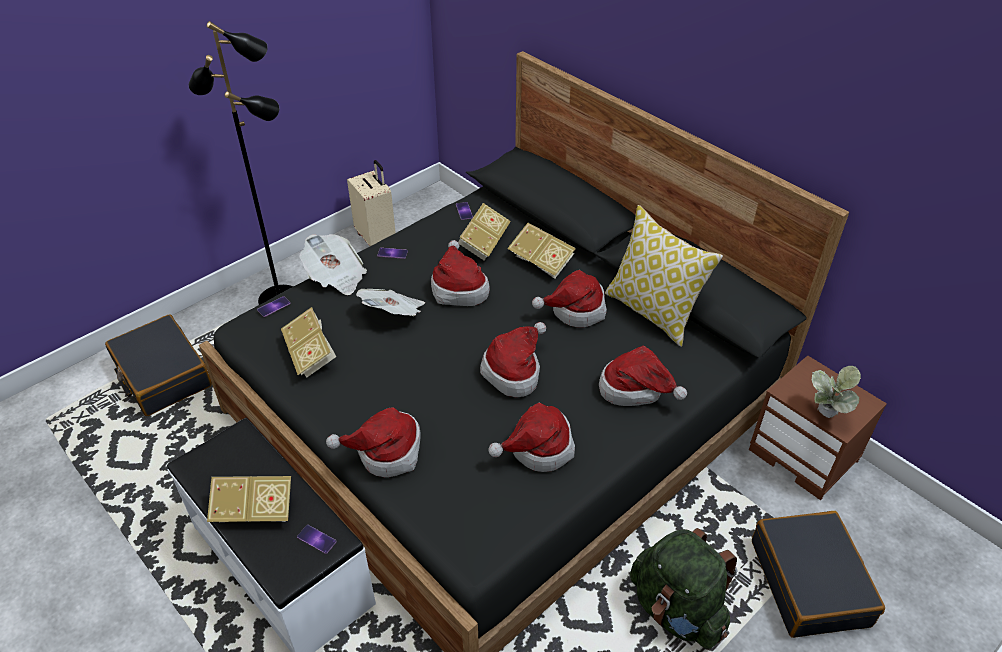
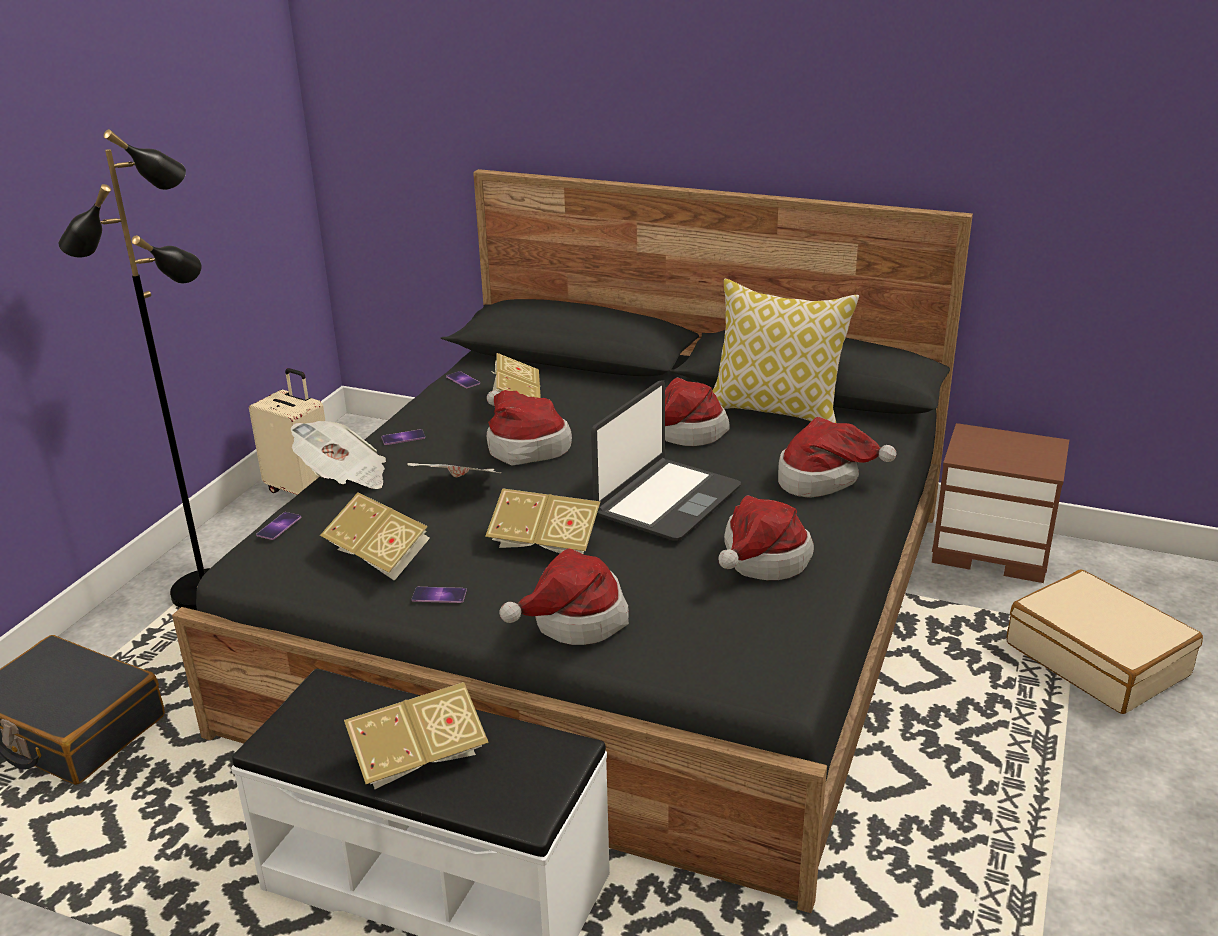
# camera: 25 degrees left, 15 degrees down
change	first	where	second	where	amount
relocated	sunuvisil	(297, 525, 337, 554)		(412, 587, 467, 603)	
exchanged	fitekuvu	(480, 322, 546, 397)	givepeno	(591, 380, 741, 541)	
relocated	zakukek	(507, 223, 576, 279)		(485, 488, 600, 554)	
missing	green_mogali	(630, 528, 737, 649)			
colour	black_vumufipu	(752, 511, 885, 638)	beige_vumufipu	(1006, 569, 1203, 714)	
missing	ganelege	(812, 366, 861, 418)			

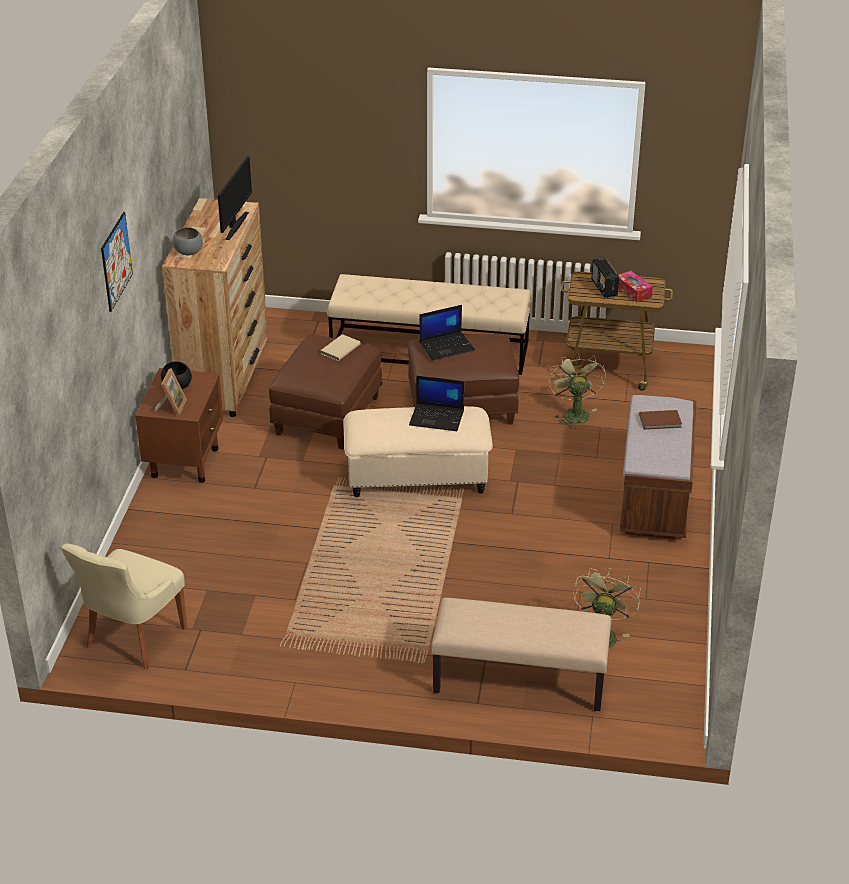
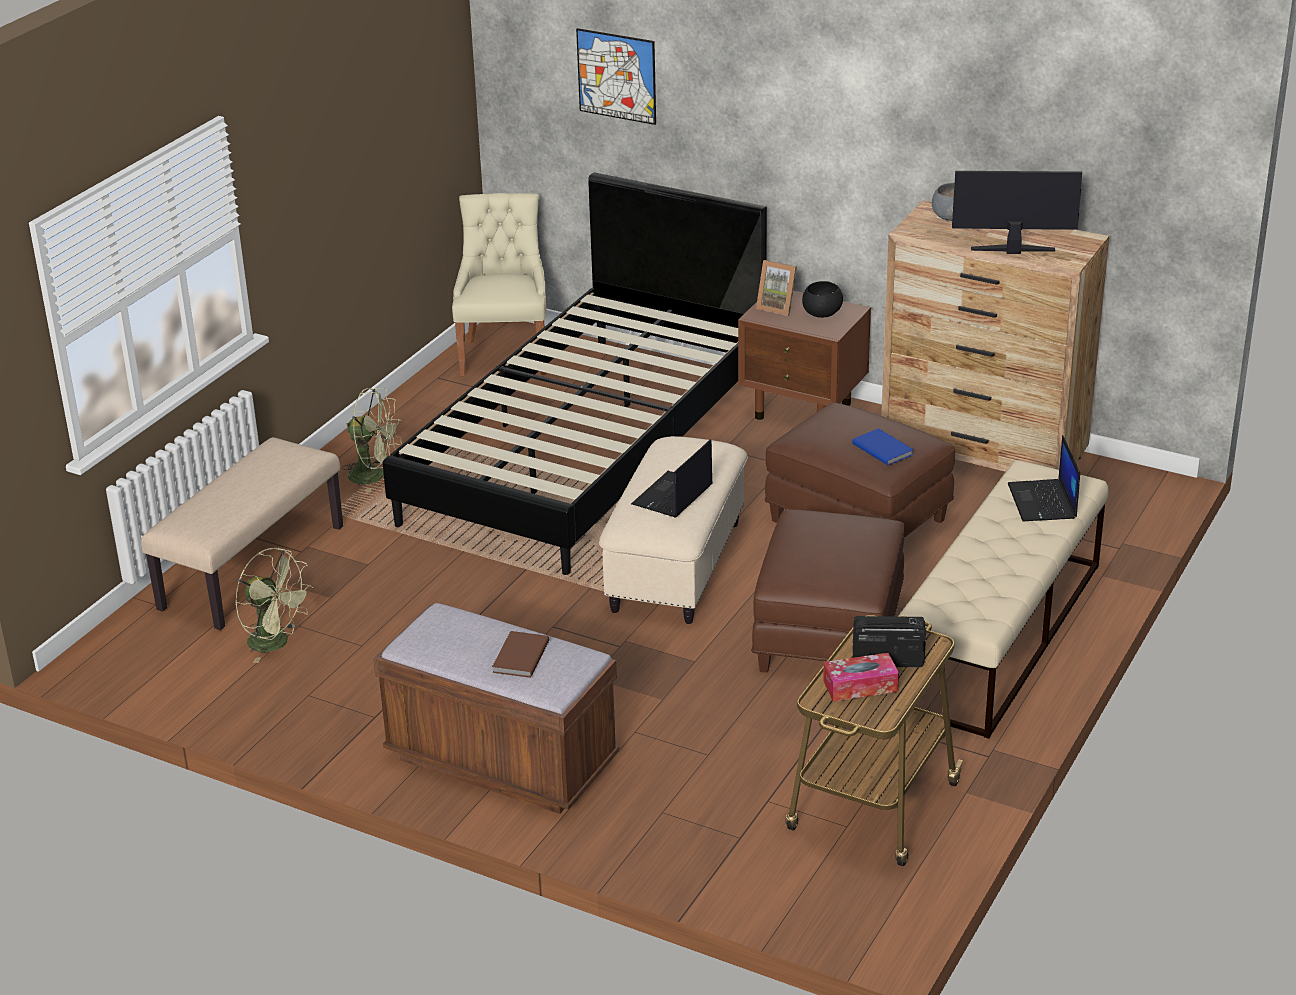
# camera: 110 degrees right, 5 degrees down
change	first	where	second	where	amount
spun	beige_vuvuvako	(61, 543, 187, 670)		(452, 193, 546, 376)	45 degrees clockwise
relocated	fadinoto	(101, 212, 133, 312)		(576, 28, 656, 125)	
spun	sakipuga	(218, 156, 252, 240)		(952, 171, 1082, 254)	150 degrees clockwise
colour	beige_zakukek	(320, 334, 361, 361)	blue_zakukek	(852, 428, 914, 466)	
relocated	givepeno	(419, 305, 475, 360)		(1008, 435, 1080, 522)	
relocated	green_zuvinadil	(549, 352, 606, 429)		(342, 388, 402, 493)	
appeared			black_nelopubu	(383, 173, 767, 575)	

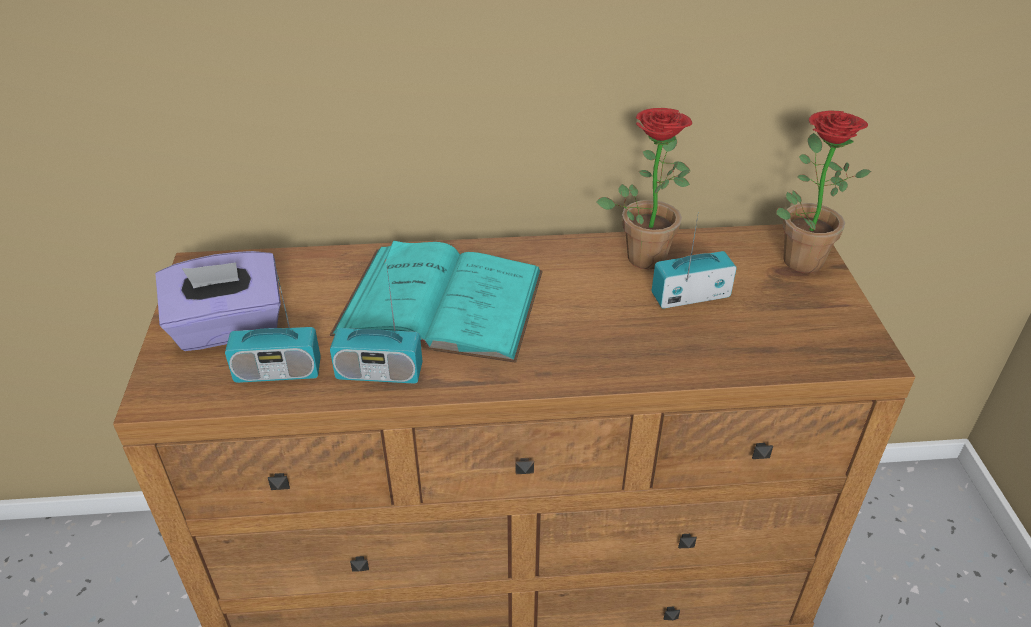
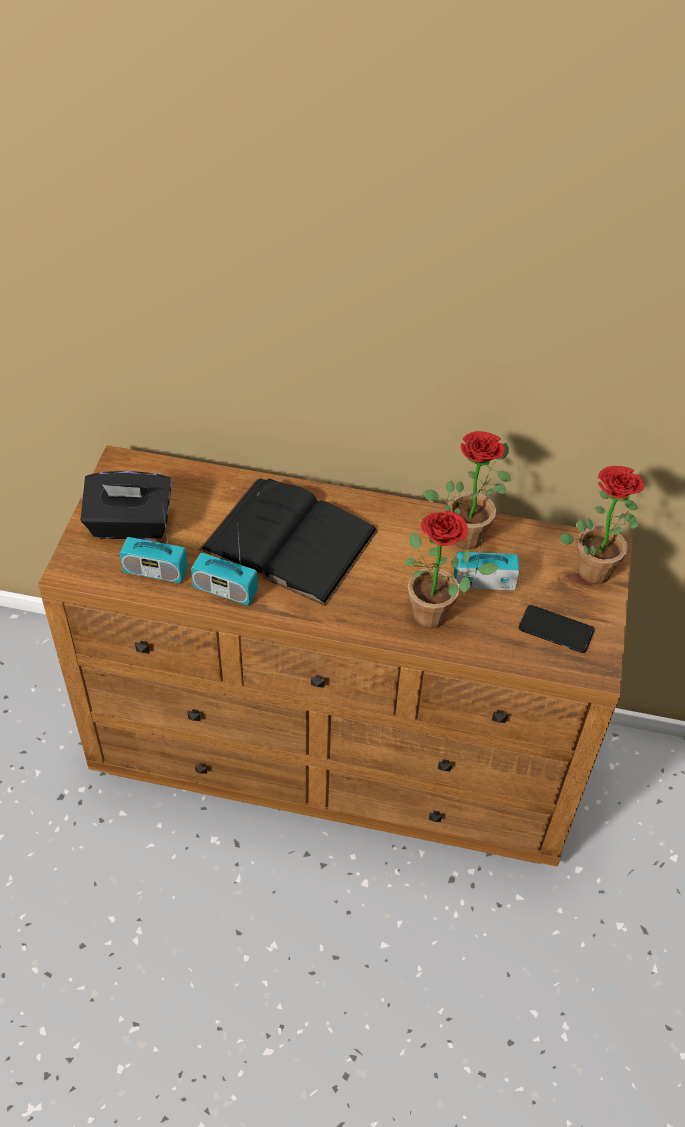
# camera: 15 degrees right, 10 degrees up
change	first	where	second	where	amount
colour	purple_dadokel	(155, 251, 281, 351)	black_dadokel	(81, 471, 172, 540)	
colour	turquoise_zakukek	(330, 240, 543, 363)	black_zakukek	(199, 478, 378, 606)	
appeared			ganelege	(405, 510, 499, 629)	
appeared			sunuvisil	(519, 605, 594, 653)	

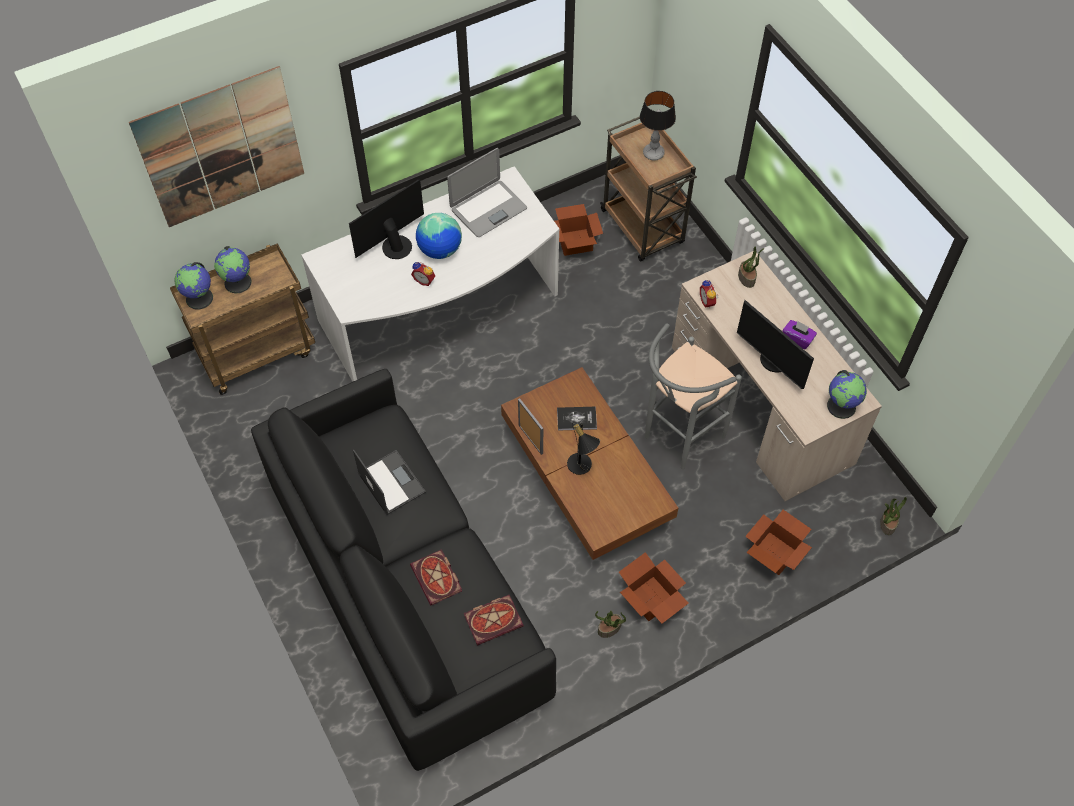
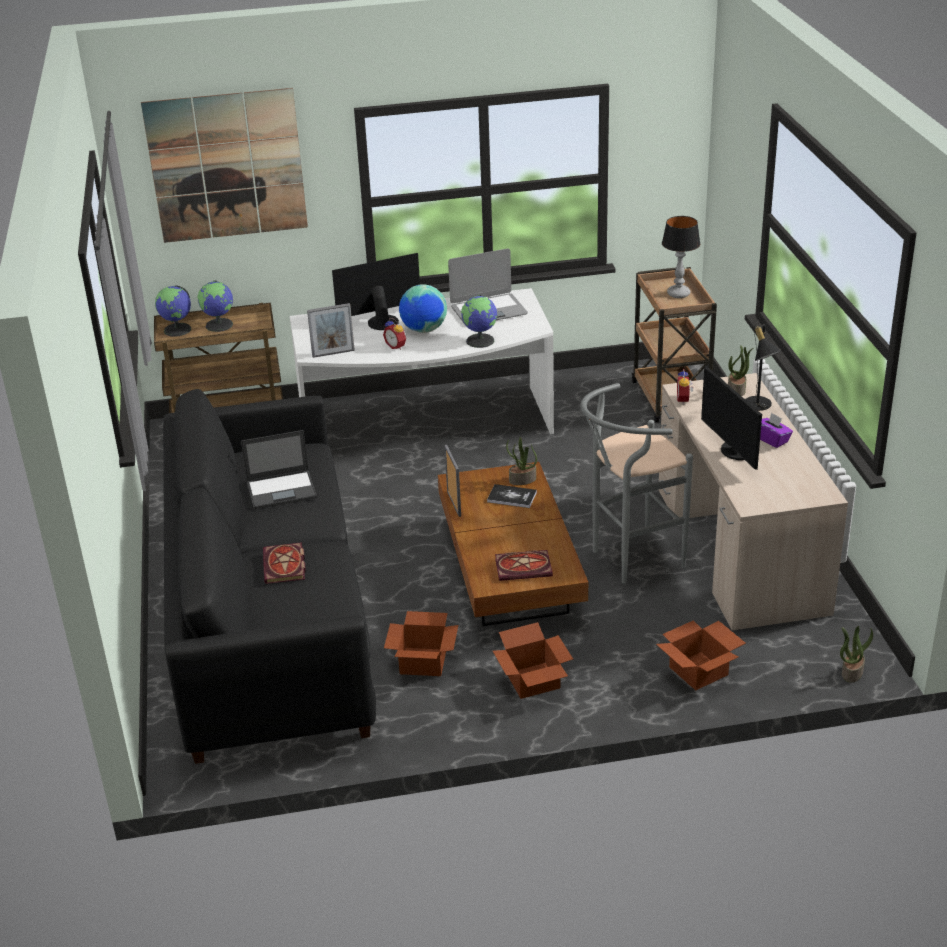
# camera: 20 degrees right, 25 degrees down
change	first	where	second	where	amount
spun	givepeno	(353, 449, 426, 515)		(241, 430, 317, 510)	90 degrees clockwise
relocated	zakukek	(464, 595, 524, 646)		(495, 550, 553, 581)	
relocated	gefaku	(554, 204, 603, 256)		(384, 611, 458, 676)	
relocated	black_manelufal	(567, 422, 600, 475)		(745, 325, 782, 411)	
relocated	ganelege	(595, 611, 626, 638)		(506, 437, 537, 485)	
relocated	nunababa	(827, 370, 867, 419)		(461, 295, 497, 348)	
appeared			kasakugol	(307, 303, 355, 358)	

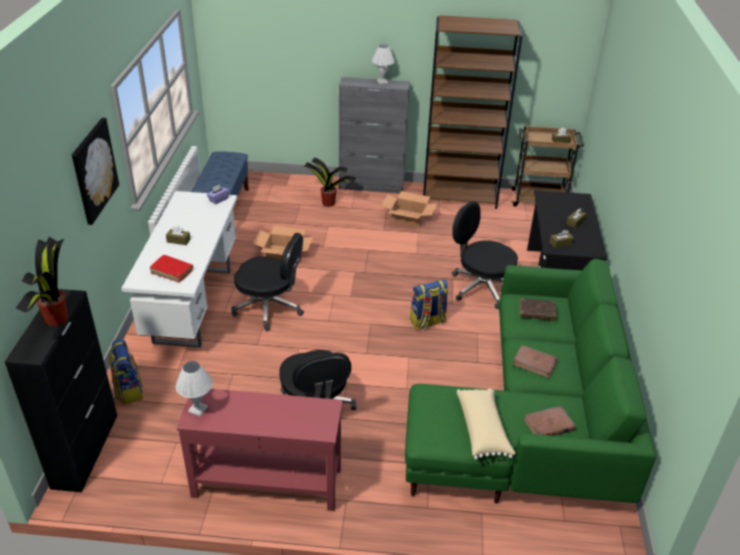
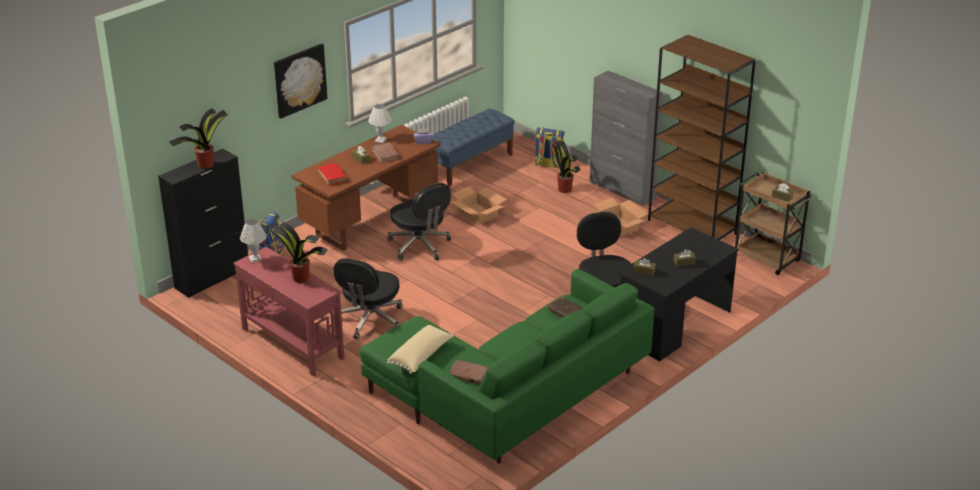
# camera: 40 degrees right, 5 degrees down
change	first	where	second	where	amount
colour	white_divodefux	(121, 191, 237, 348)	brown_divodefux	(291, 125, 441, 251)	
relocated	white_manelufal	(372, 44, 395, 85)		(368, 104, 391, 143)	
relocated	mogali	(410, 279, 448, 330)		(534, 127, 564, 168)	
relocated	brown_zakukek	(512, 345, 558, 378)		(372, 142, 400, 163)	
appeared			ganelege	(269, 221, 328, 283)	

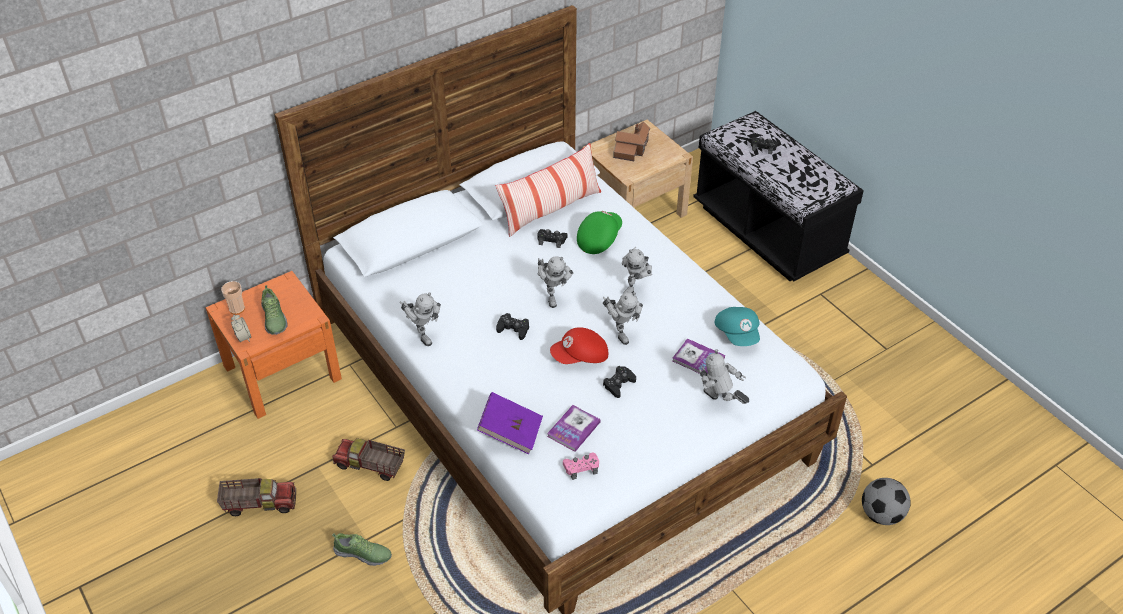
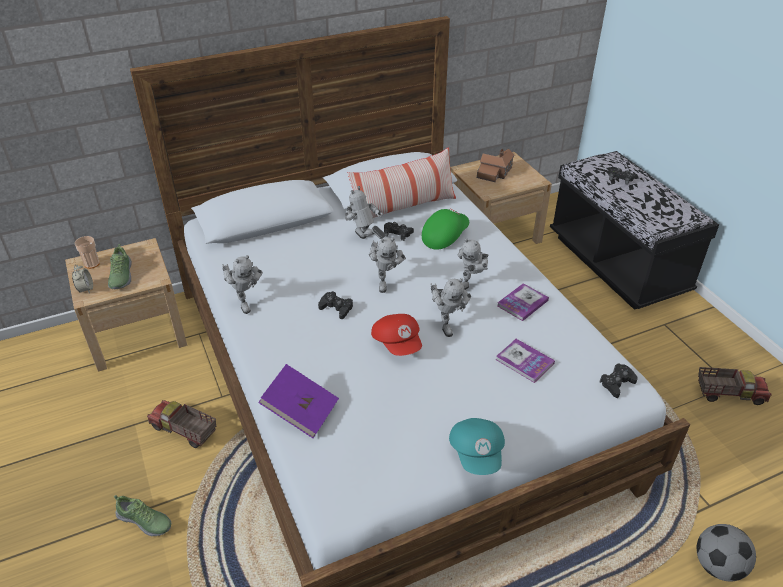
# camera: 10 degrees right, 5 degrees down
change	first	where	second	where	amount
colour	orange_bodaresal	(206, 271, 342, 419)	beige_bodaresal	(65, 238, 187, 372)	
relocated	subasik	(217, 478, 296, 516)		(698, 367, 772, 405)	
relocated	zakukek	(547, 405, 601, 452)		(497, 283, 549, 321)	
spun	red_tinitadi	(550, 327, 608, 364)		(371, 314, 422, 356)	105 degrees counterclockwise
missing	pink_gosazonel	(563, 453, 599, 480)			
relocated	black_gosazonel	(603, 366, 636, 398)		(599, 363, 638, 398)	
relocated	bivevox	(699, 349, 749, 404)		(345, 186, 385, 239)	
relocated	turquoise_tinitadi	(715, 307, 760, 346)		(449, 418, 505, 475)	

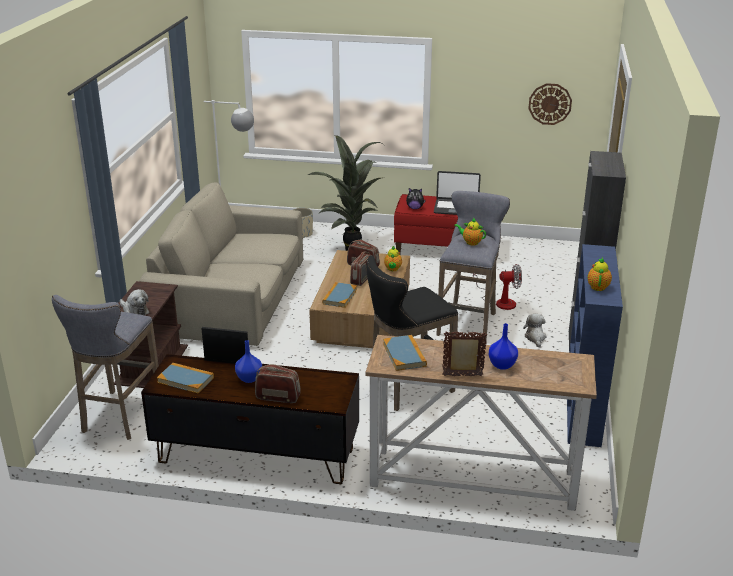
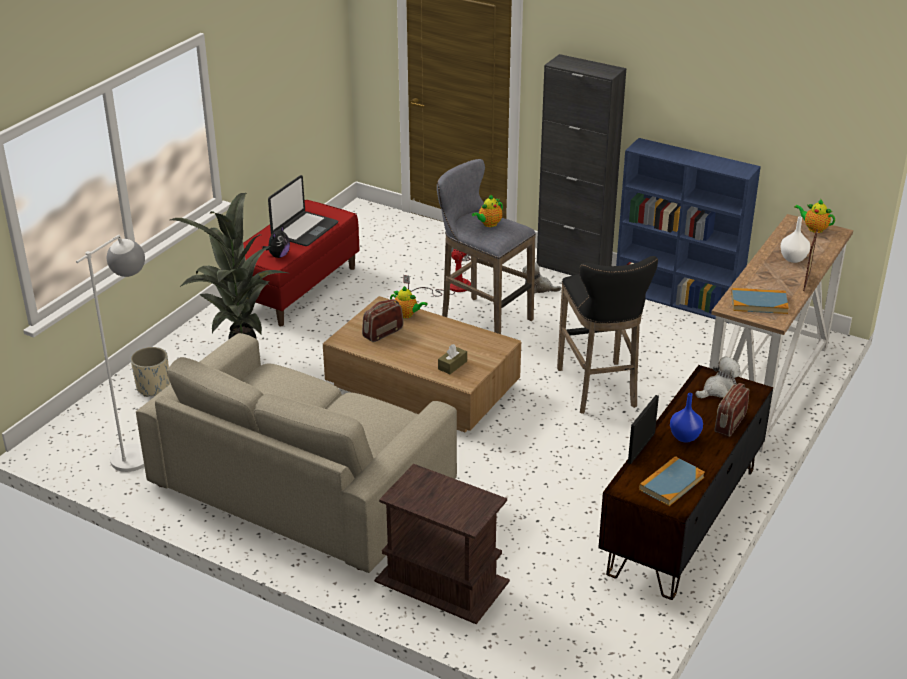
# camera: 70 degrees left, 5 degrees up
change	first	where	second	where	amount
missing	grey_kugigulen	(52, 295, 159, 440)			
relocated	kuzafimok	(120, 289, 149, 315)		(695, 357, 741, 399)	
exchanged	zakukek	(322, 282, 357, 308)	brown_dadokel	(438, 344, 467, 374)	
missing	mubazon	(350, 252, 370, 286)			
colour	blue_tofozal	(489, 323, 518, 370)	white_tofozal	(780, 217, 810, 263)	
missing	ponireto	(528, 83, 572, 125)			
relocated	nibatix	(587, 257, 612, 291)		(794, 198, 835, 233)	

